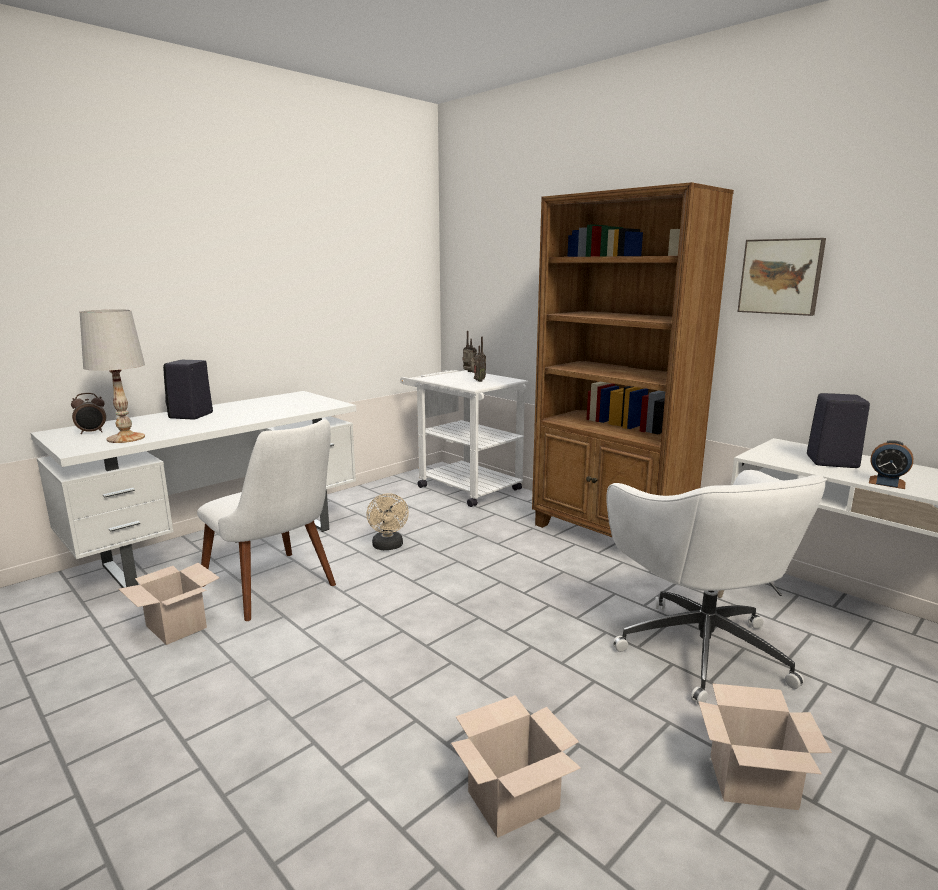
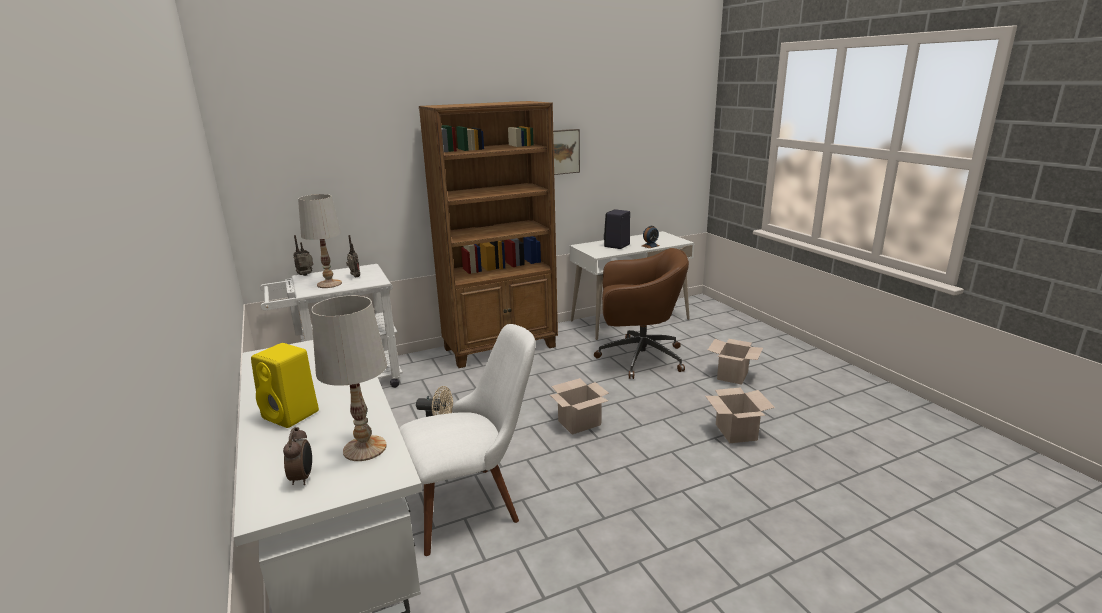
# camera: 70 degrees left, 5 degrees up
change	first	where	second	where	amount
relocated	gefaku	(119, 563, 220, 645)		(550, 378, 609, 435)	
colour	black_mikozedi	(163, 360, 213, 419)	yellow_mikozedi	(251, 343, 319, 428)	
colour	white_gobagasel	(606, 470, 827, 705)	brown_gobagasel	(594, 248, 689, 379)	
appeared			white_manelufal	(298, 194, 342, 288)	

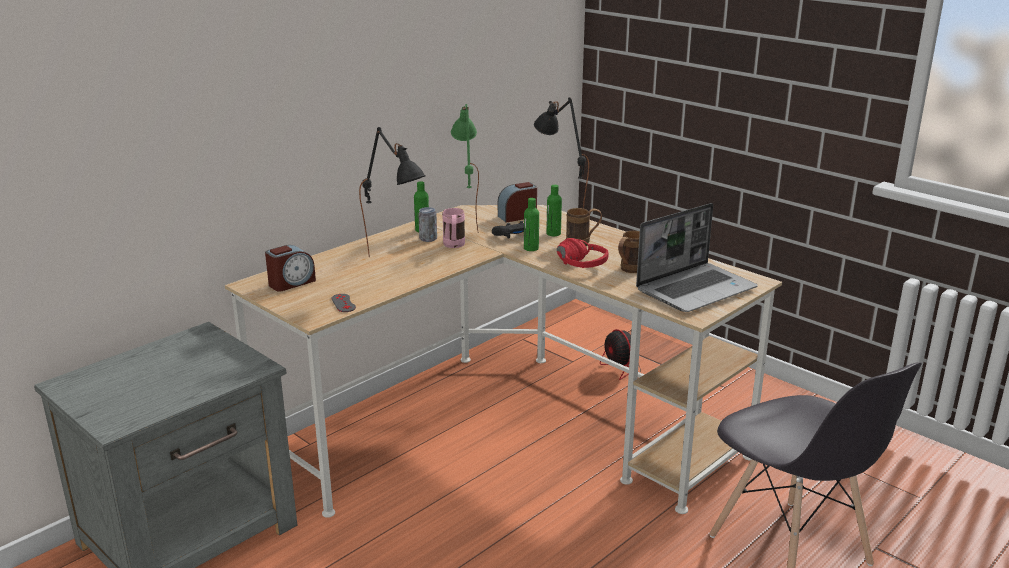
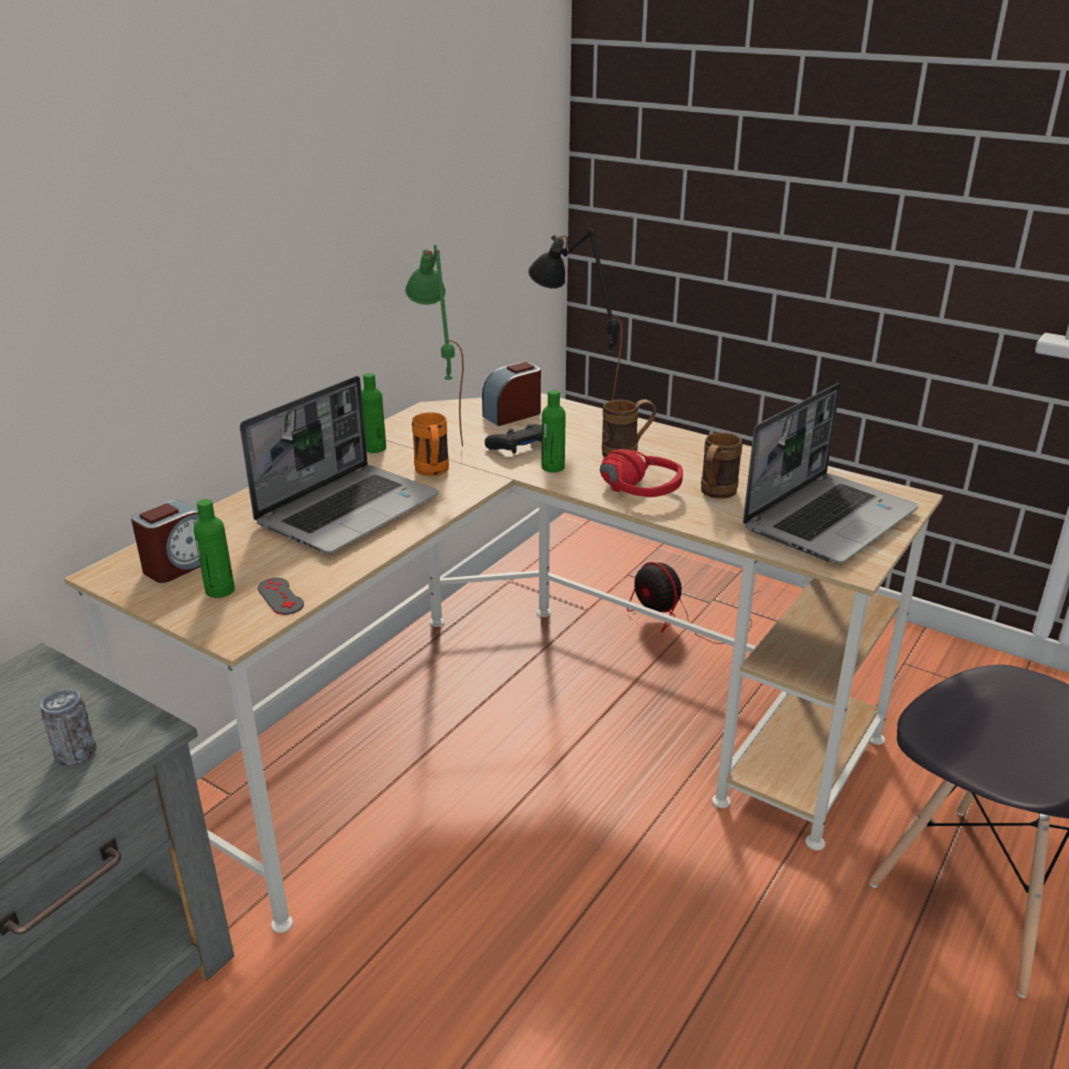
# camera: 10 degrees left, 5 degrees up
change	first	where	second	where	amount
exchanged	black_manelufal	(359, 127, 425, 257)	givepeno	(240, 376, 439, 553)	
relocated	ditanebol	(418, 207, 437, 242)		(40, 689, 97, 766)	
colour	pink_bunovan	(442, 208, 465, 248)	orange_bunovan	(412, 412, 449, 476)	
relocated	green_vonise	(546, 185, 562, 236)		(194, 499, 235, 598)	

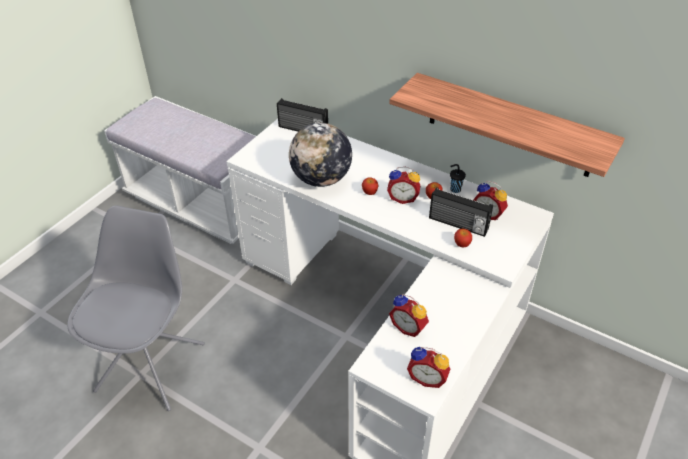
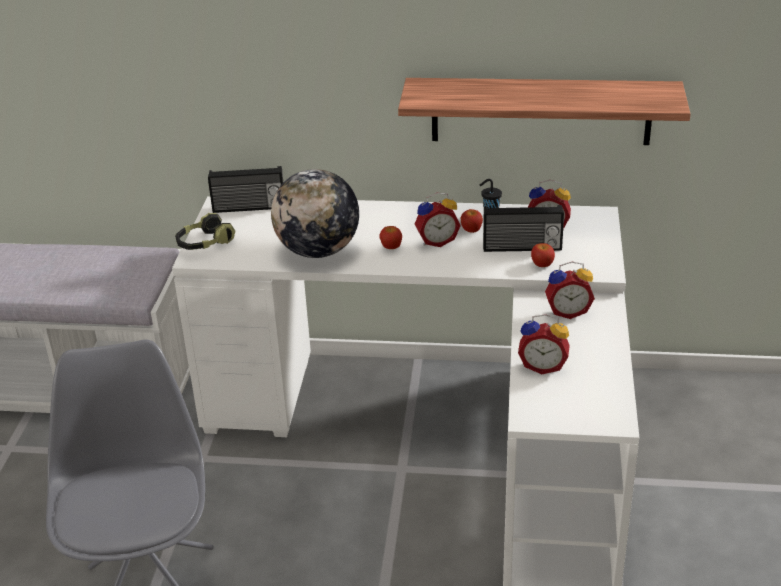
# camera: 25 degrees left, 10 degrees down
change	first	where	second	where	amount
relocated	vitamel	(407, 347, 450, 388)		(545, 262, 595, 319)	
appeared			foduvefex	(175, 213, 235, 250)	

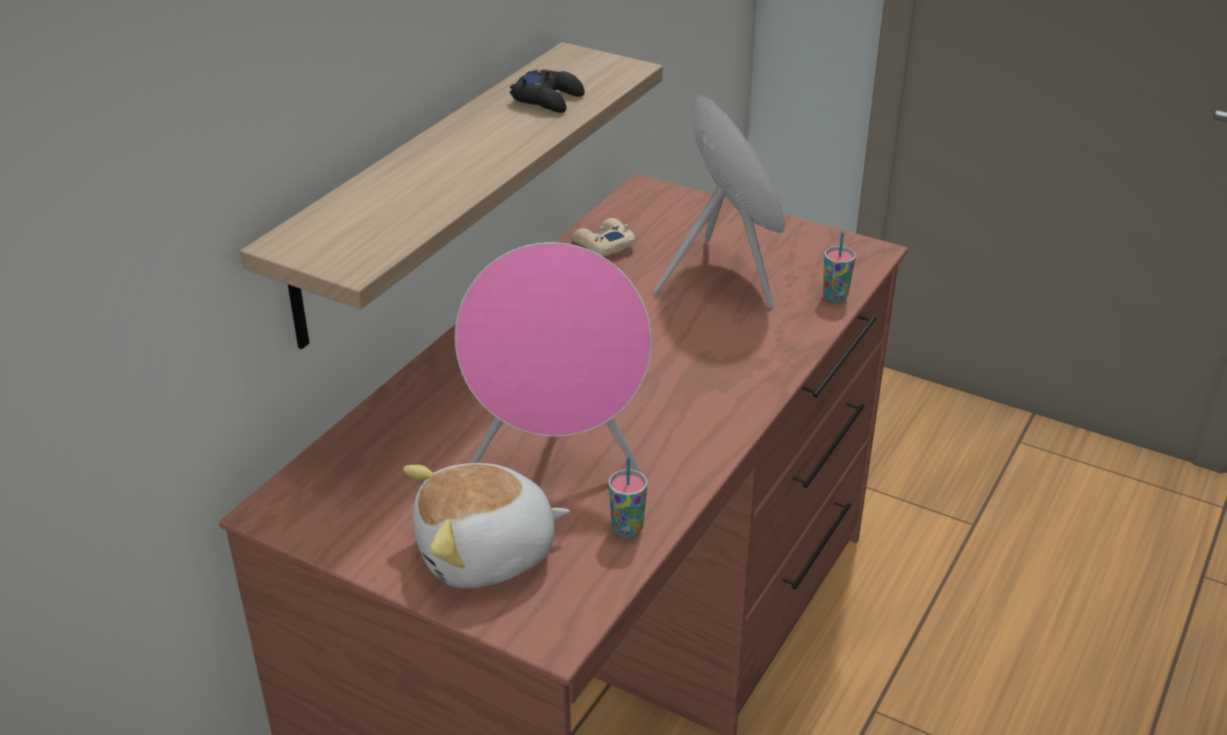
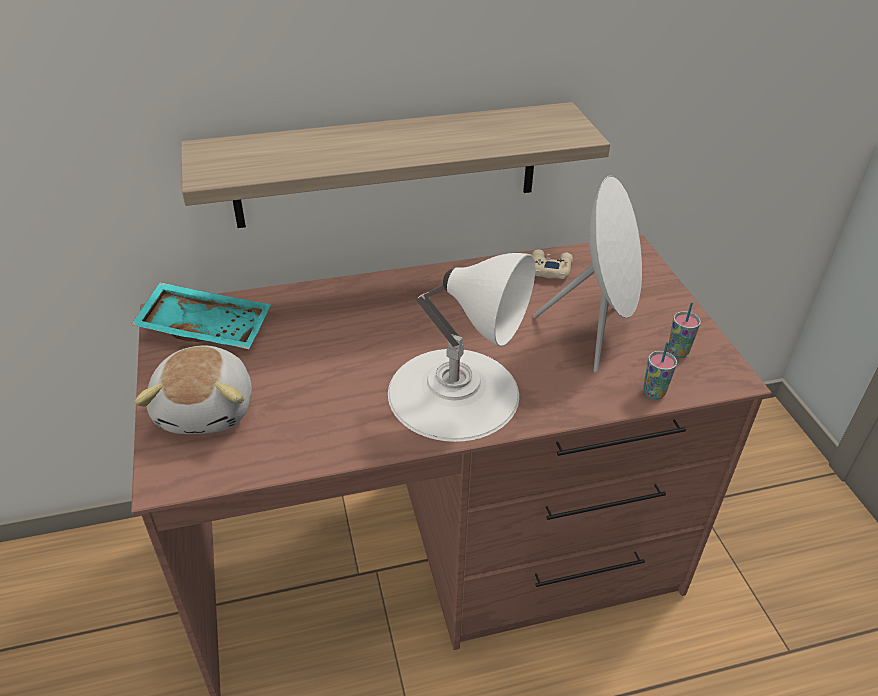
# camera: 45 degrees right, 5 degrees up
change	first	where	second	where	amount
spun	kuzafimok	(403, 463, 570, 588)		(134, 345, 252, 434)	120 degrees counterclockwise
missing	pink_mikozedi	(455, 242, 652, 472)			
missing	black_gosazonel	(510, 69, 585, 113)			
relocated	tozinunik	(609, 457, 647, 538)		(668, 302, 701, 358)	
appeared			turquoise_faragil	(131, 282, 271, 349)	
appeared			white_manelufal	(388, 253, 535, 442)	

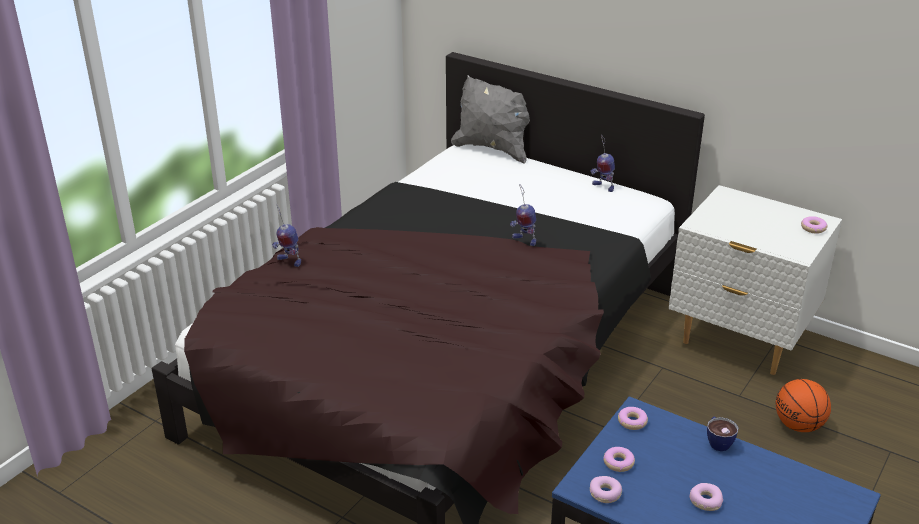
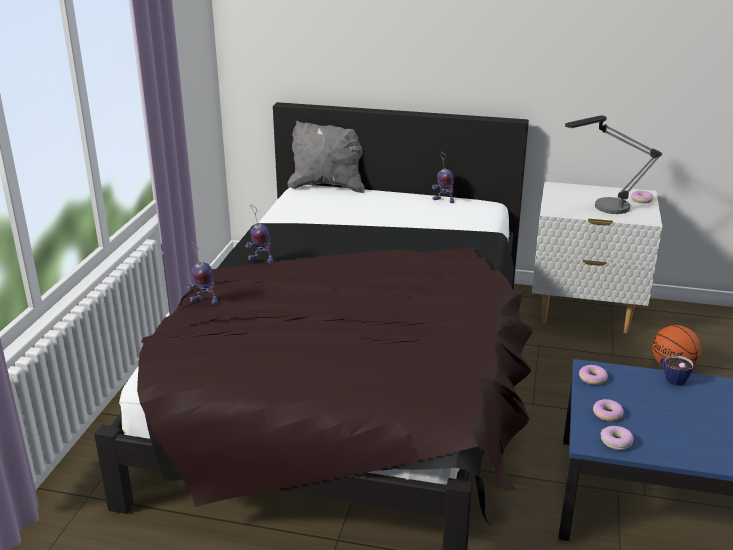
# camera: 20 degrees left, 5 degrees down
change	first	where	second	where	amount
relocated	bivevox	(510, 185, 536, 246)		(245, 205, 273, 263)	
missing	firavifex	(689, 483, 723, 511)			
appeared			manelufal	(565, 115, 662, 214)	

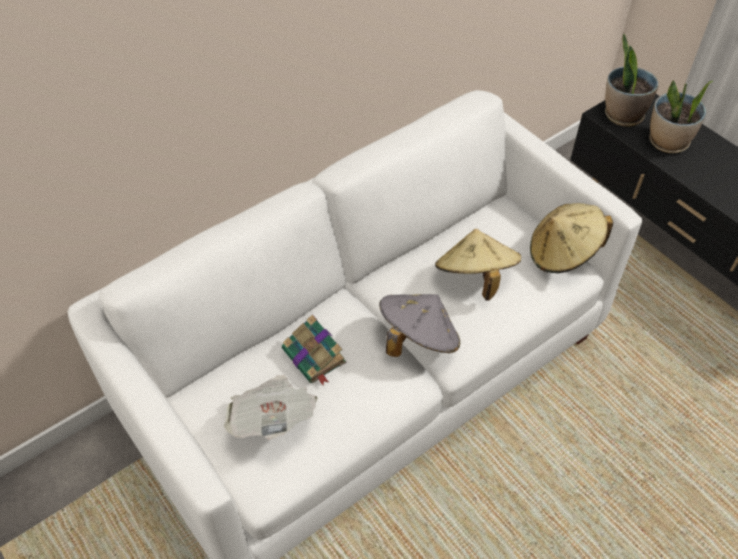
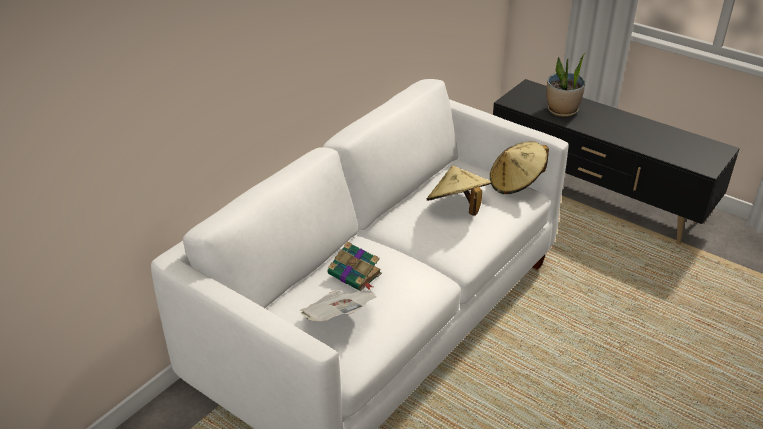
# camera: 15 degrees left, 15 degrees down
change	first	where	second	where	amount
missing	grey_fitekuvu	(379, 294, 460, 357)			
missing	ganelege	(605, 34, 659, 127)			

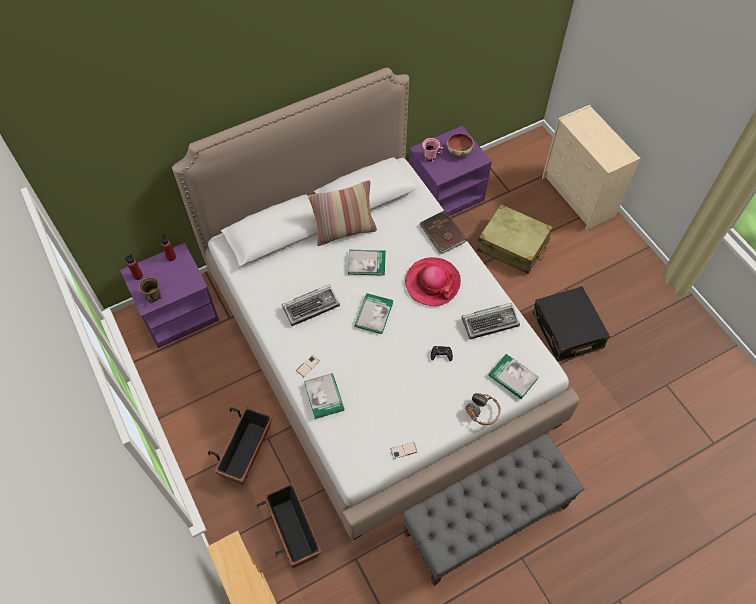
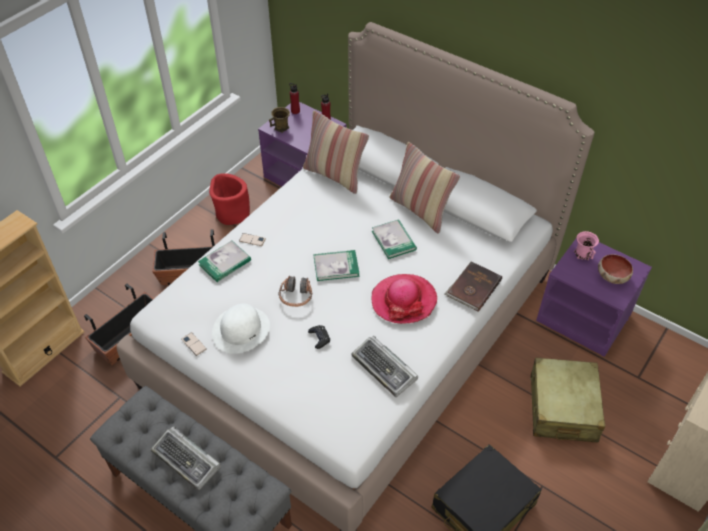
# camera: 65 degrees right, 10 degrees down
change	first	where	second	where	amount
relocated	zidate	(282, 285, 340, 326)		(151, 426, 221, 490)	
relocated	foduvefex	(465, 393, 501, 425)		(278, 276, 312, 307)	
missing	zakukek	(488, 354, 539, 399)			
appeared			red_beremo	(209, 173, 250, 225)	
appeared			white_fitekuvu	(212, 303, 270, 354)	
appeared			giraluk	(303, 111, 369, 194)	

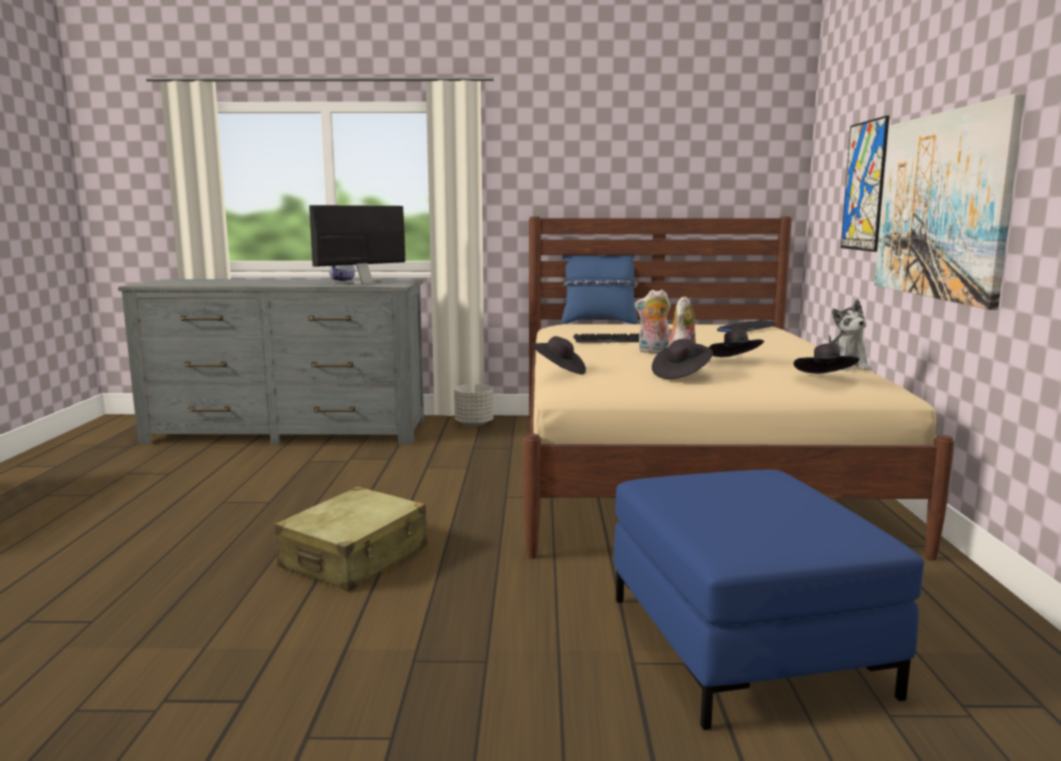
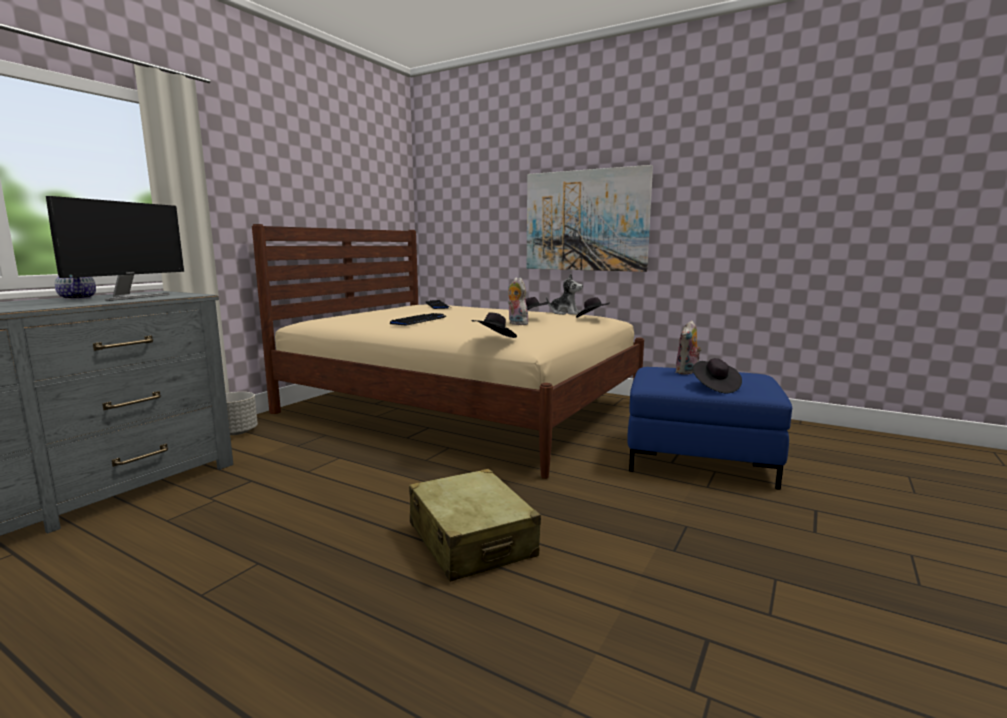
# camera: 60 degrees left, 0 degrees up
change	first	where	second	where	amount
spun	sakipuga	(309, 205, 405, 284)		(46, 196, 184, 301)	150 degrees counterclockwise
missing	blue_giraluk	(561, 255, 638, 324)			
relocated	kuzafimok	(634, 290, 671, 353)		(675, 320, 702, 375)	
relocated	black_fitekuvu	(652, 339, 713, 379)		(693, 358, 742, 393)	
missing	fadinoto	(841, 115, 889, 252)			

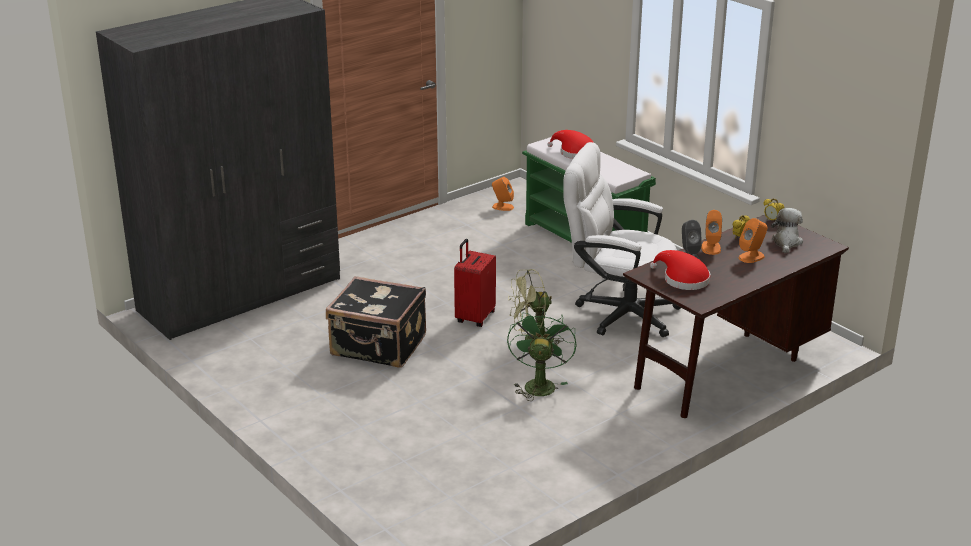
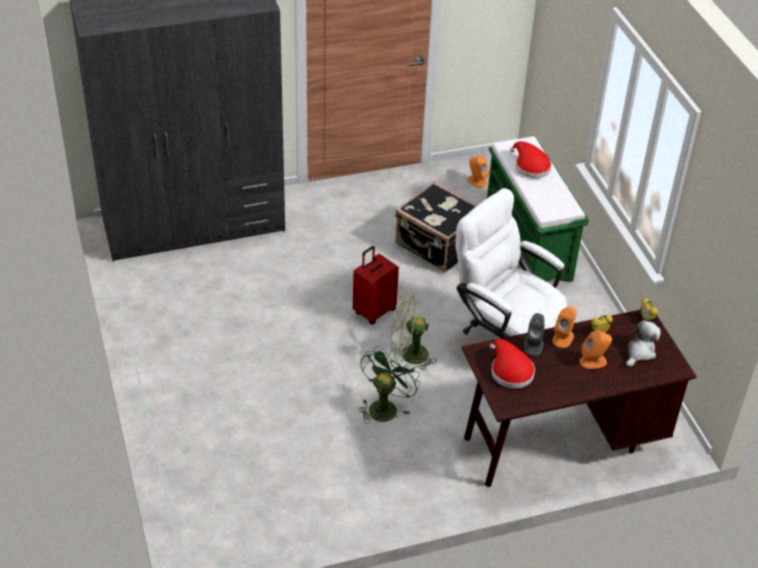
# camera: 20 degrees right, 15 degrees up
change	first	where	second	where	amount
relocated	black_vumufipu	(326, 276, 426, 368)		(395, 181, 477, 272)	

